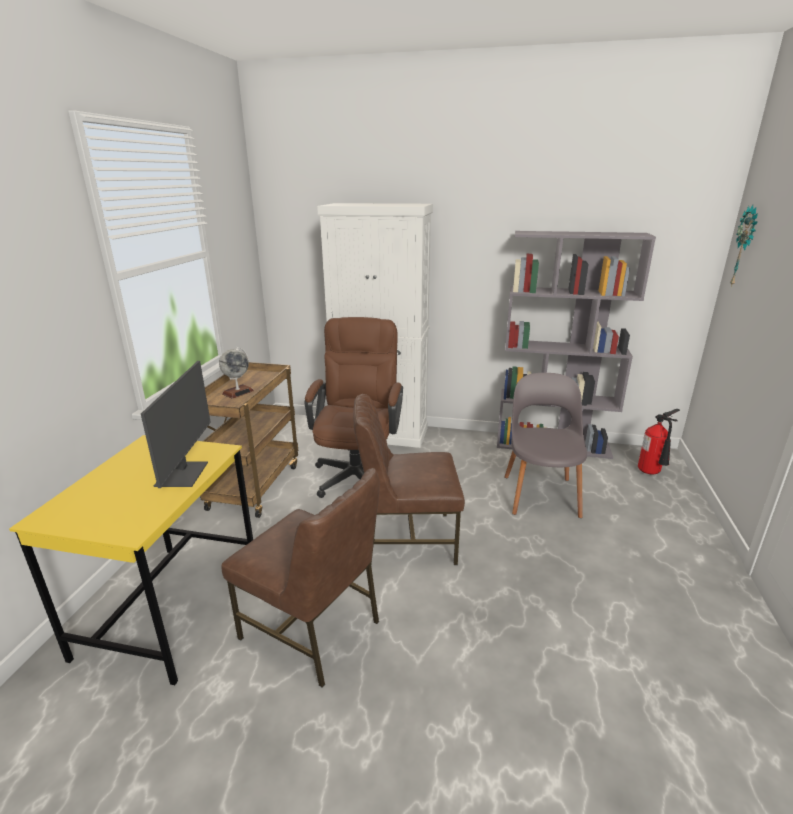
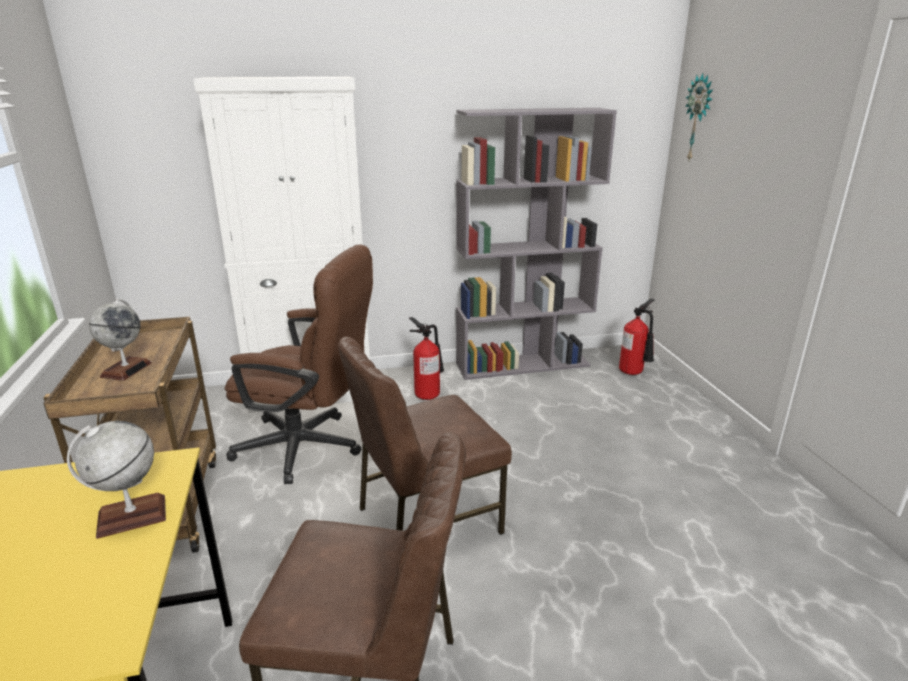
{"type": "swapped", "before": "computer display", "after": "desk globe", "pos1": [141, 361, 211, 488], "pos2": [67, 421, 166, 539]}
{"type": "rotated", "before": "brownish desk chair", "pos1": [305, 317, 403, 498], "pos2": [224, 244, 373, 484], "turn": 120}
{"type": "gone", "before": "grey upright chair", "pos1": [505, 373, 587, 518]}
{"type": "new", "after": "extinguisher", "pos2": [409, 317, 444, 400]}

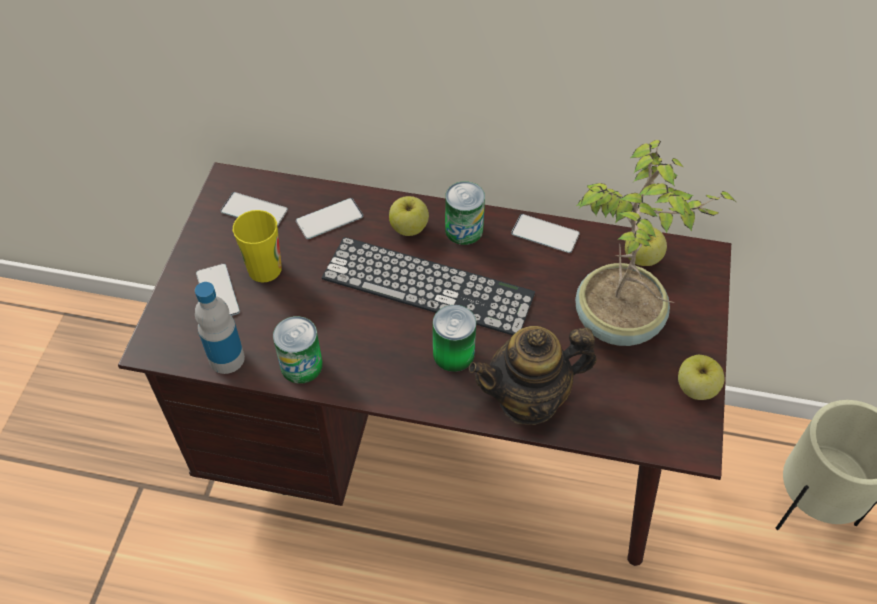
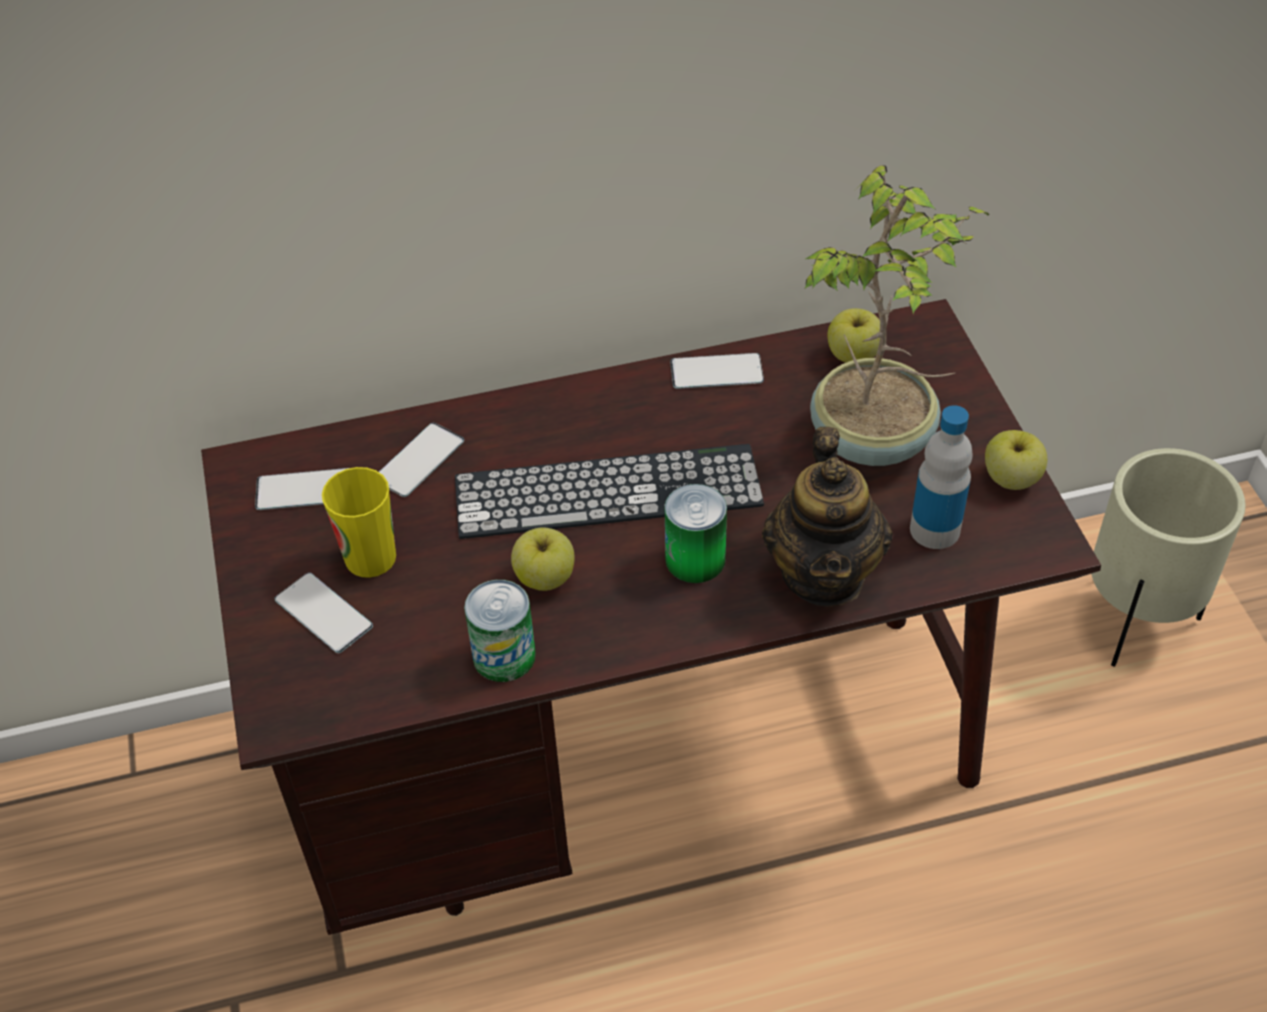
{"type": "shifted", "before": "drink bottle", "pos1": [195, 282, 245, 374], "pos2": [910, 405, 973, 549]}
{"type": "shifted", "before": "apple", "pos1": [389, 196, 429, 236], "pos2": [511, 527, 575, 591]}
{"type": "gone", "before": "metal can", "pos1": [445, 181, 485, 245]}
{"type": "rotated", "before": "tea pot", "pos1": [469, 326, 597, 425], "pos2": [762, 427, 893, 607], "turn": -45}

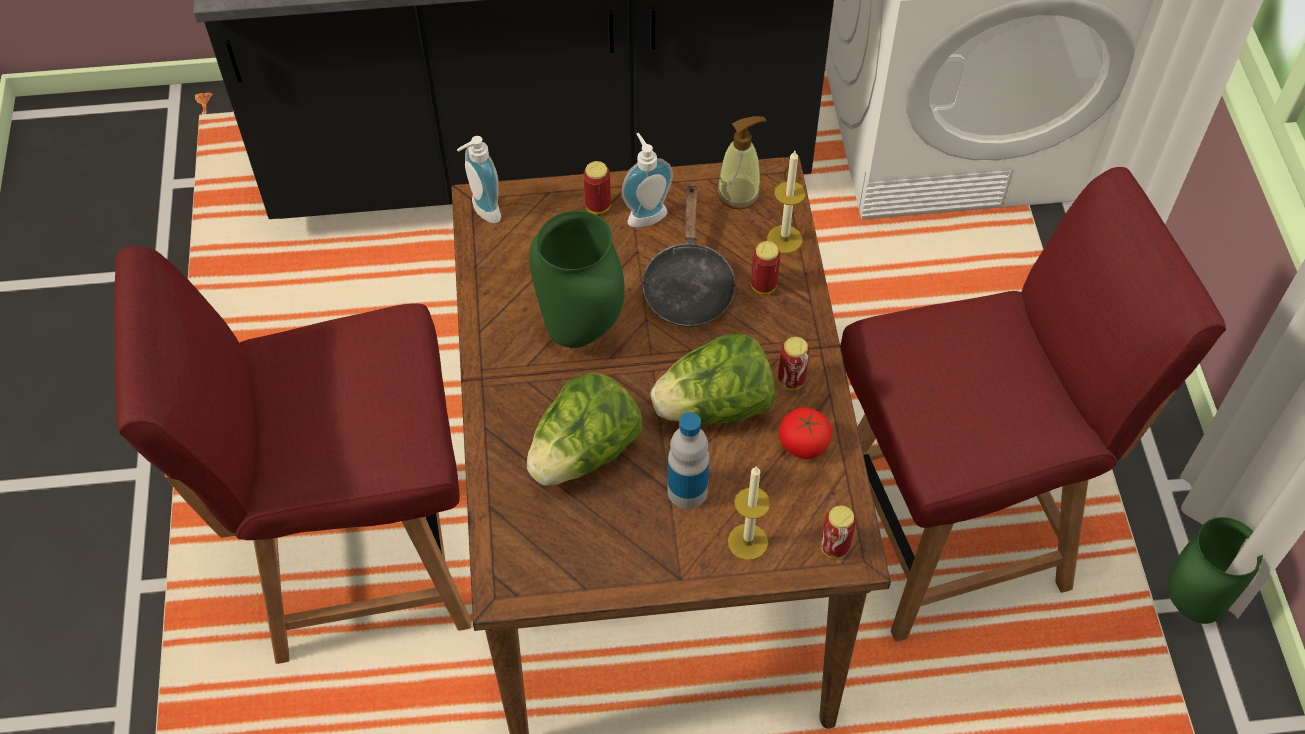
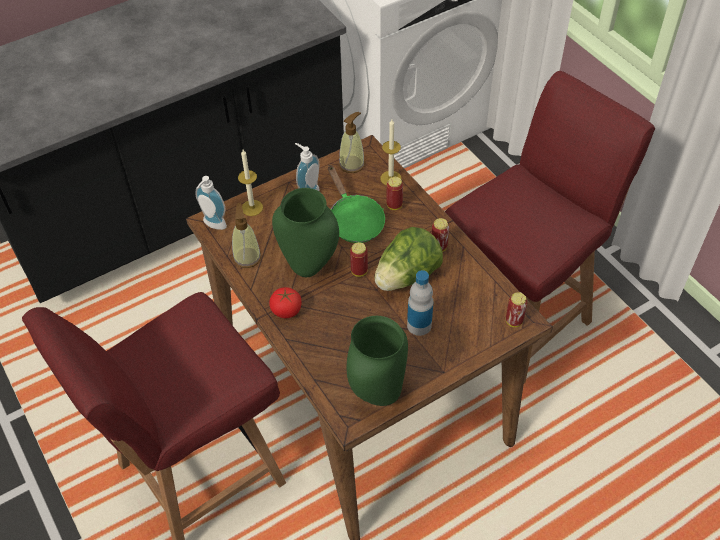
{"type": "gone", "before": "lettuce", "pos1": [527, 373, 642, 486]}
{"type": "shifted", "before": "metal can", "pos1": [583, 161, 611, 214], "pos2": [350, 242, 368, 277]}
{"type": "repainted", "before": "black frying pan", "after": "greenish frying pan", "pos1": [640, 184, 738, 327], "pos2": [328, 166, 385, 243]}
{"type": "shifted", "before": "wax light", "pos1": [728, 466, 770, 560], "pos2": [238, 150, 263, 216]}
{"type": "shifted", "before": "tomato", "pos1": [779, 408, 832, 459], "pos2": [269, 287, 301, 318]}
{"type": "shifted", "before": "greenish vase", "pos1": [1167, 517, 1263, 624], "pos2": [347, 316, 408, 406]}
{"type": "new", "after": "soap dispenser", "pos2": [232, 203, 261, 268]}

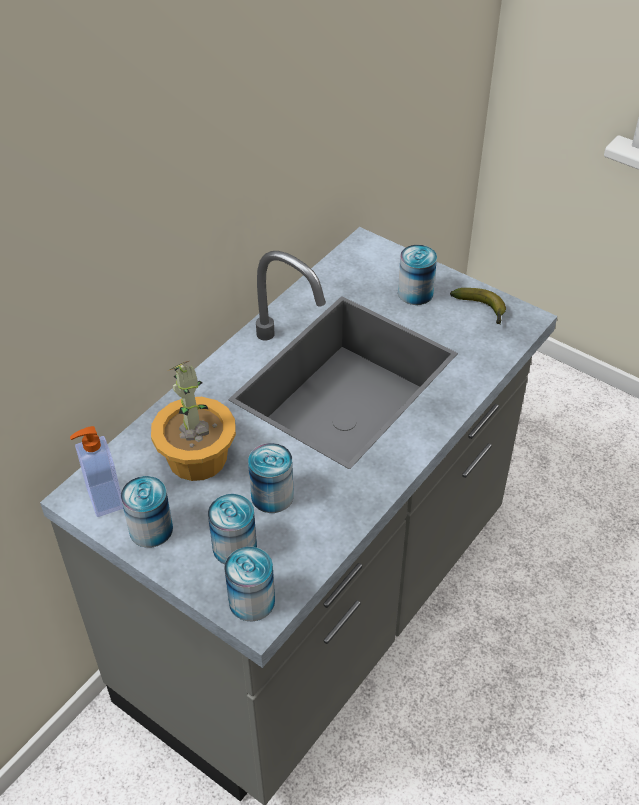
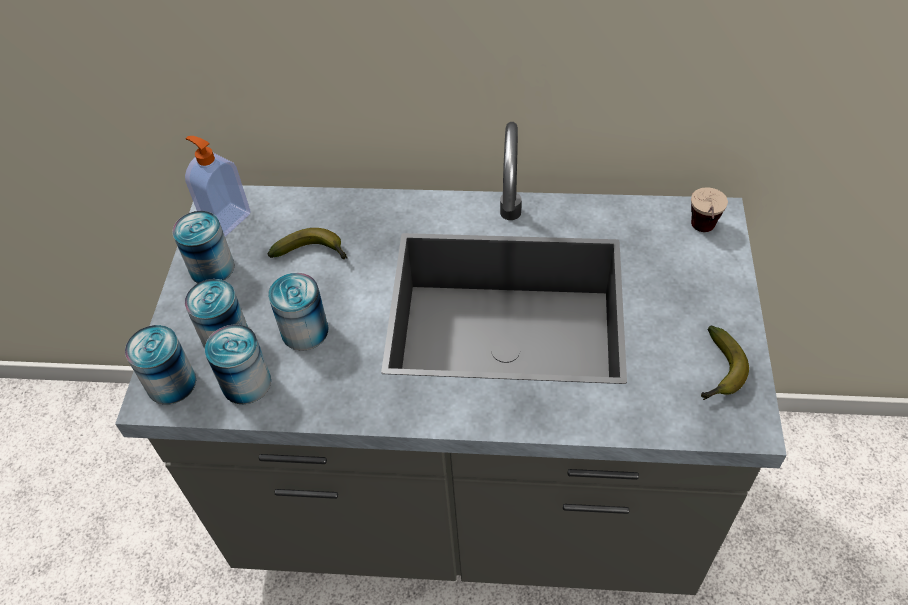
{"type": "swapped", "before": "potted plant", "after": "banana", "pos1": [151, 361, 236, 481], "pos2": [268, 228, 347, 259]}
{"type": "shifted", "before": "metal can", "pos1": [398, 245, 437, 305], "pos2": [205, 324, 271, 404]}
{"type": "new", "after": "drinking cup", "pos2": [691, 187, 728, 232]}

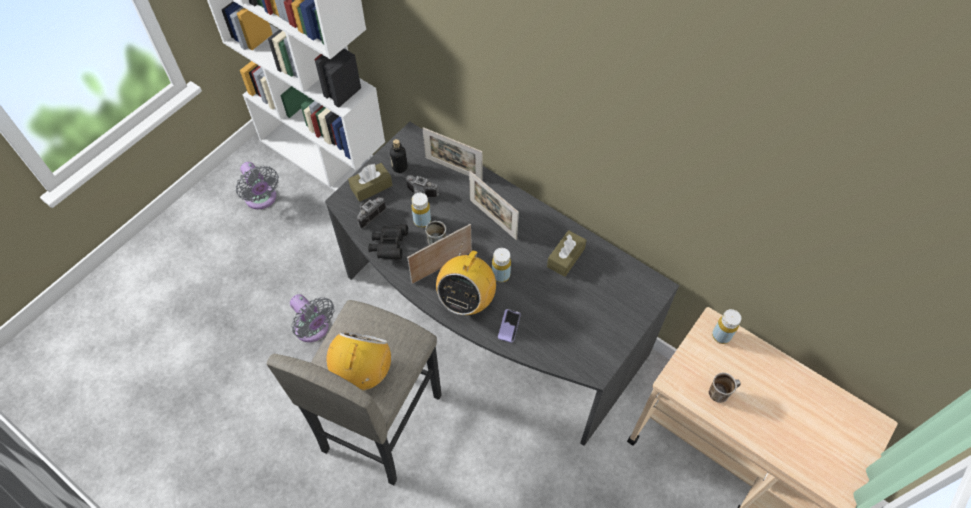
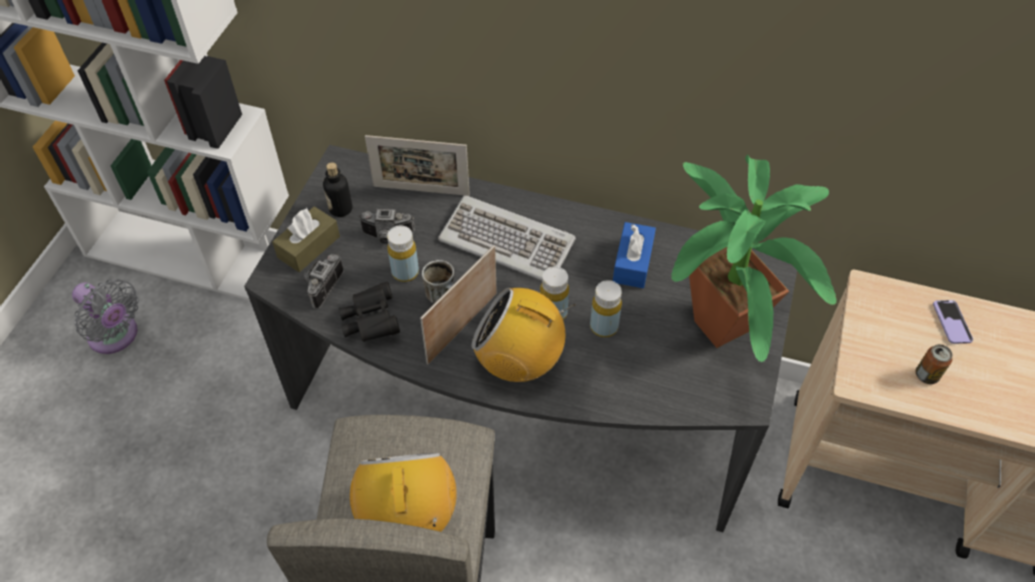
{"type": "gone", "before": "grey cooling fan", "pos1": [290, 294, 334, 342]}
{"type": "rotated", "before": "radio", "pos1": [436, 242, 496, 315], "pos2": [472, 288, 575, 382], "turn": 105}
{"type": "swapped", "before": "standing frame", "after": "computer keyboard", "pos1": [469, 171, 519, 240], "pos2": [438, 195, 576, 280]}
{"type": "shifted", "before": "phone", "pos1": [498, 309, 521, 343], "pos2": [933, 300, 973, 344]}
{"type": "repainted", "before": "brownish tissue box", "after": "bluish tissue box", "pos1": [547, 230, 587, 277], "pos2": [613, 222, 656, 288]}
{"type": "swapped", "before": "tea mug", "after": "metal can", "pos1": [709, 373, 741, 403], "pos2": [916, 344, 953, 384]}
{"type": "shifted", "before": "yellow drink bottle", "pos1": [712, 309, 741, 344], "pos2": [590, 280, 622, 337]}
{"type": "new", "after": "potted plant", "pos2": [671, 154, 837, 362]}

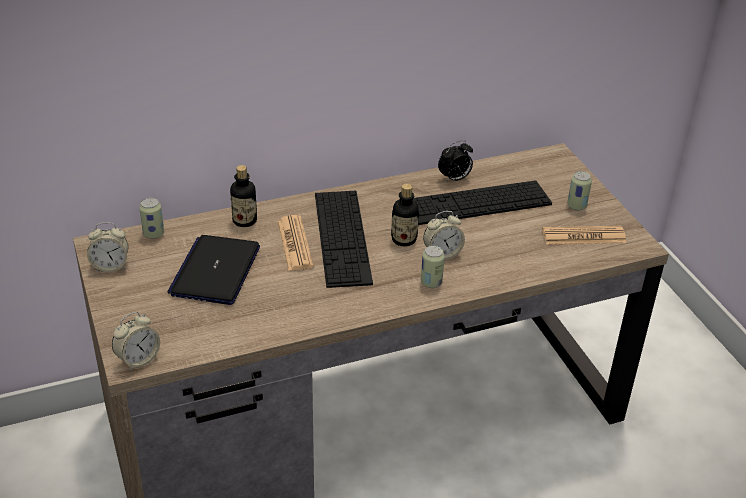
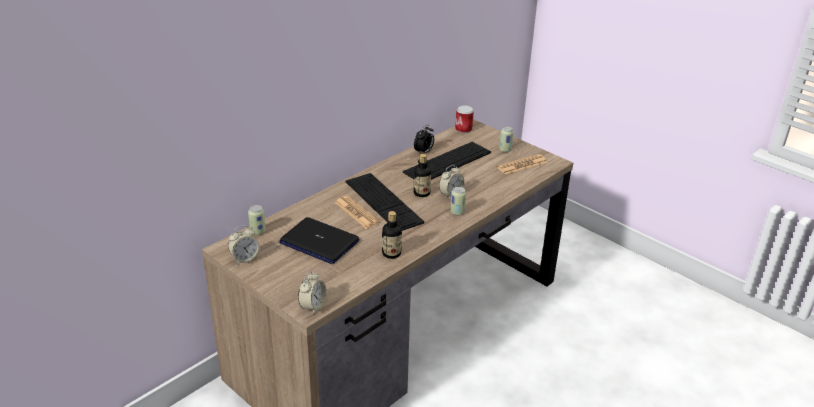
{"type": "rotated", "before": "notebook computer", "pos1": [167, 235, 260, 305], "pos2": [279, 217, 359, 264], "turn": -45}
{"type": "shifted", "before": "drink bottle", "pos1": [230, 165, 257, 227], "pos2": [382, 211, 402, 259]}
{"type": "new", "after": "metal can", "pos2": [455, 105, 474, 133]}

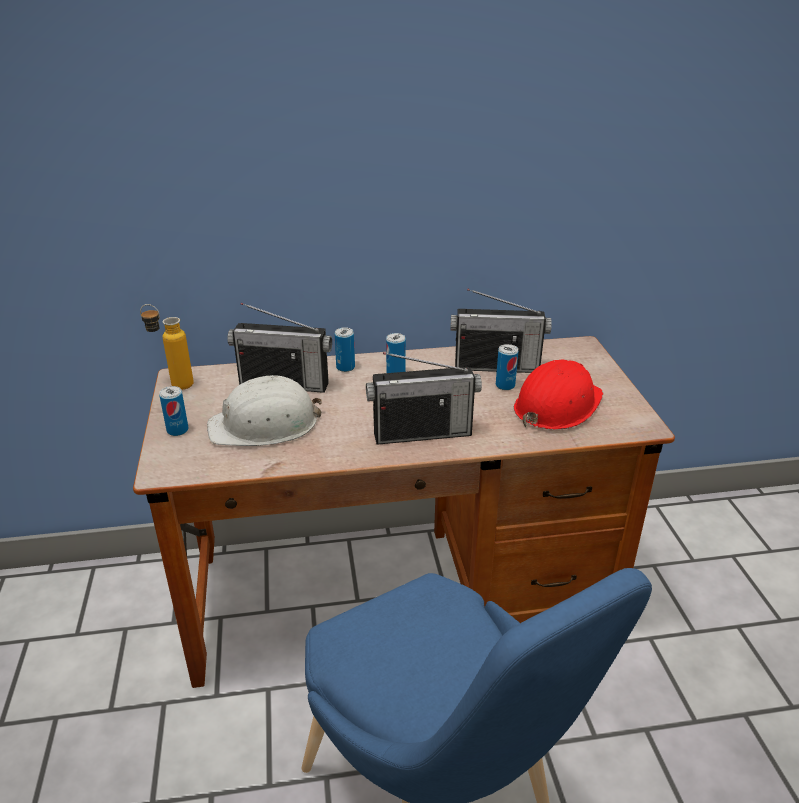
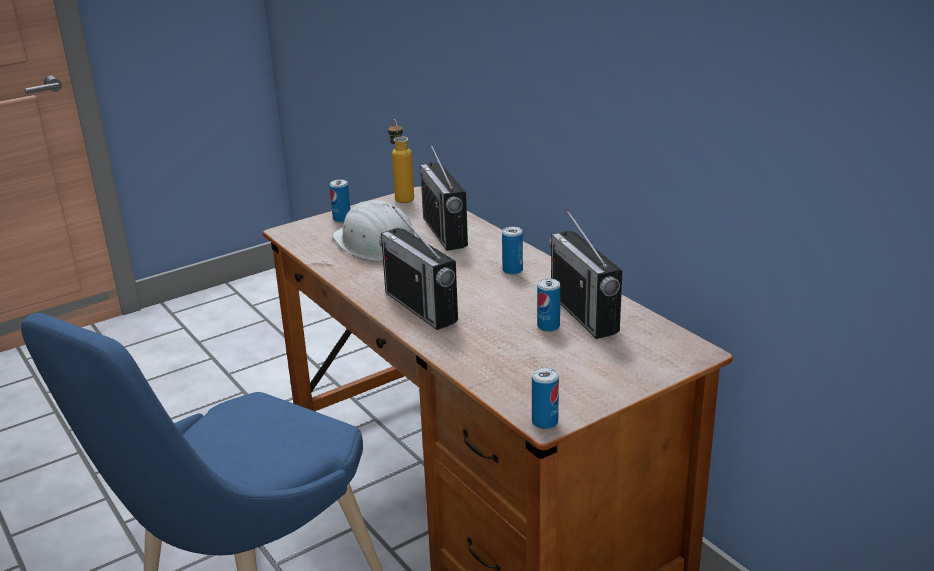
{"type": "shifted", "before": "metal can", "pos1": [335, 327, 355, 372], "pos2": [532, 367, 559, 429]}
{"type": "gone", "before": "red-coloured safety helmet", "pos1": [514, 360, 603, 430]}

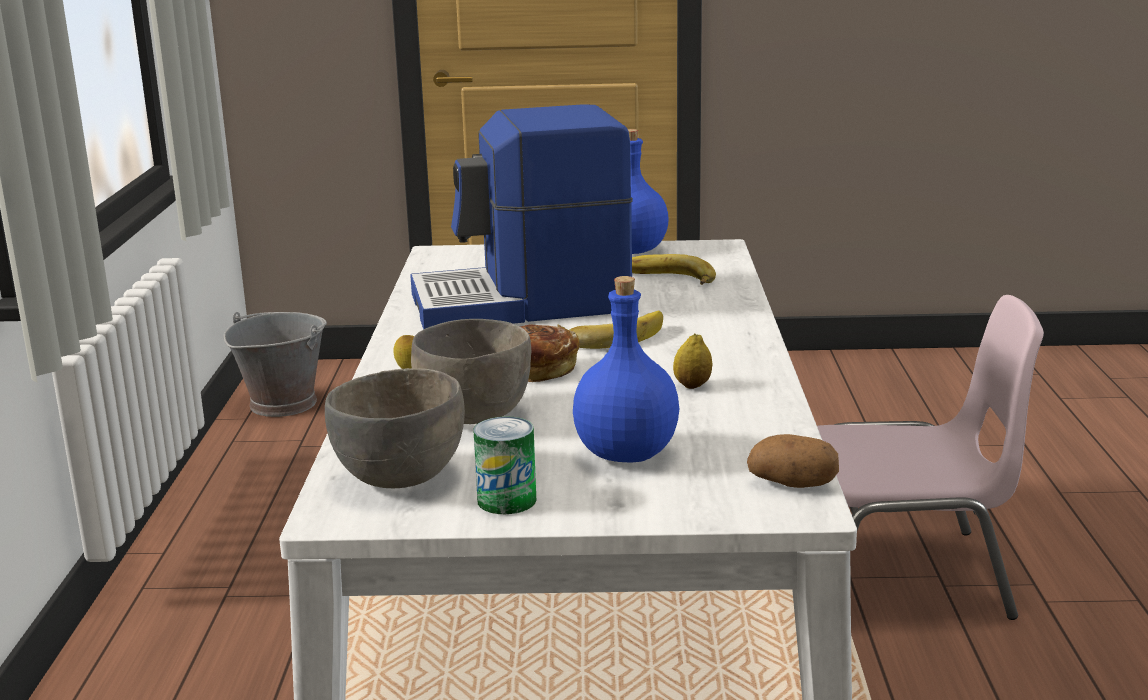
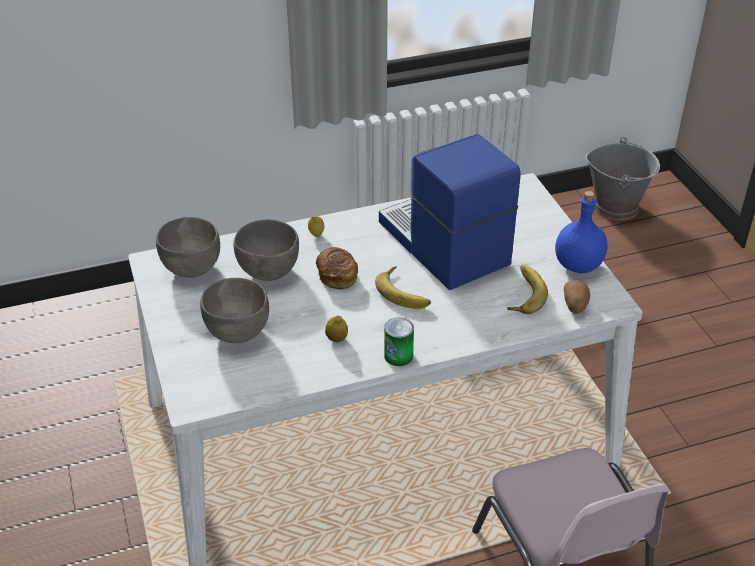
{"type": "shifted", "before": "metal can", "pos1": [473, 416, 536, 514], "pos2": [384, 317, 414, 366]}
{"type": "swapped", "before": "bluish drink bottle", "after": "grey bowl", "pos1": [573, 276, 679, 463], "pos2": [200, 278, 269, 343]}
{"type": "shifted", "before": "spud", "pos1": [747, 434, 839, 488], "pos2": [564, 280, 590, 314]}

